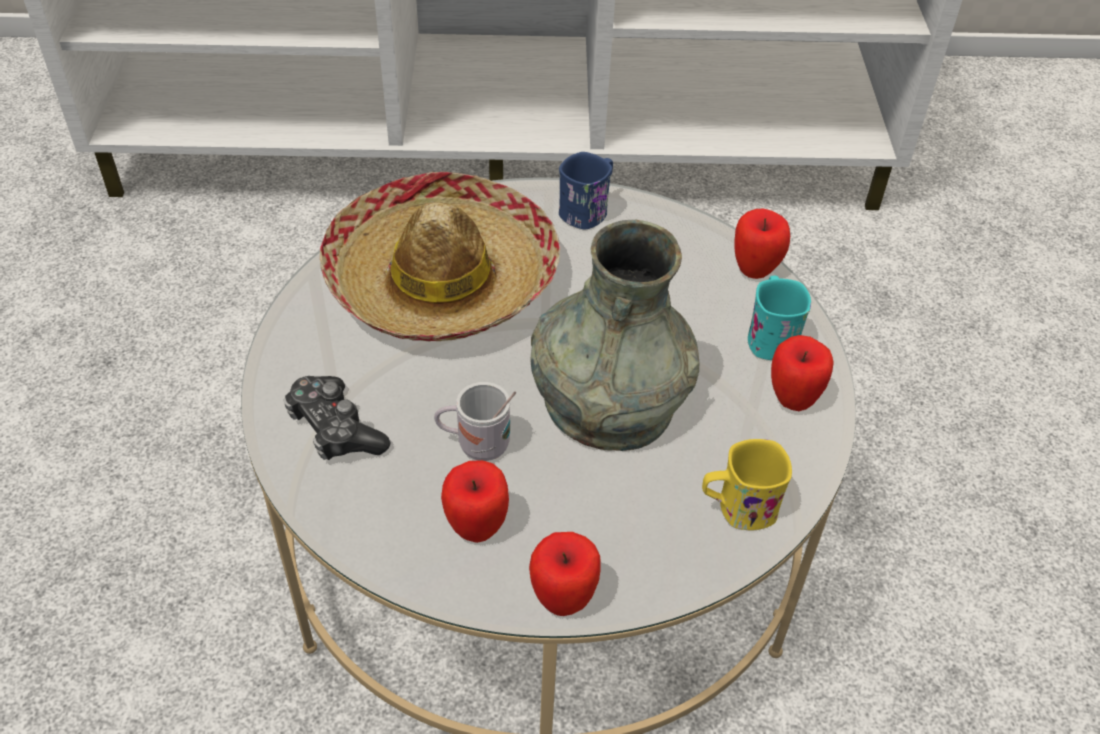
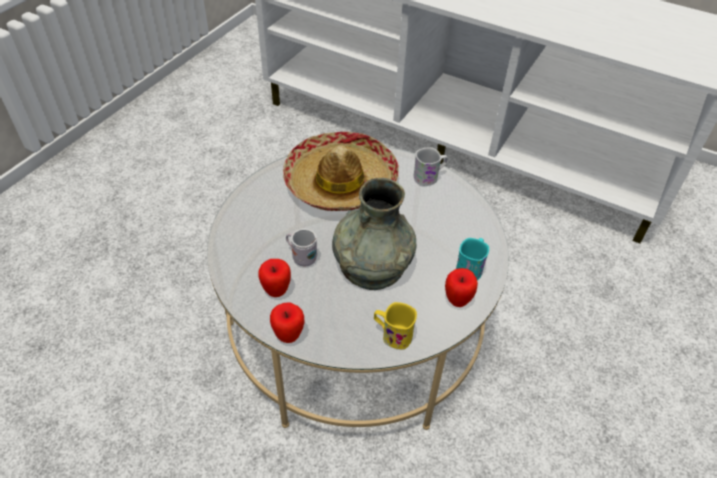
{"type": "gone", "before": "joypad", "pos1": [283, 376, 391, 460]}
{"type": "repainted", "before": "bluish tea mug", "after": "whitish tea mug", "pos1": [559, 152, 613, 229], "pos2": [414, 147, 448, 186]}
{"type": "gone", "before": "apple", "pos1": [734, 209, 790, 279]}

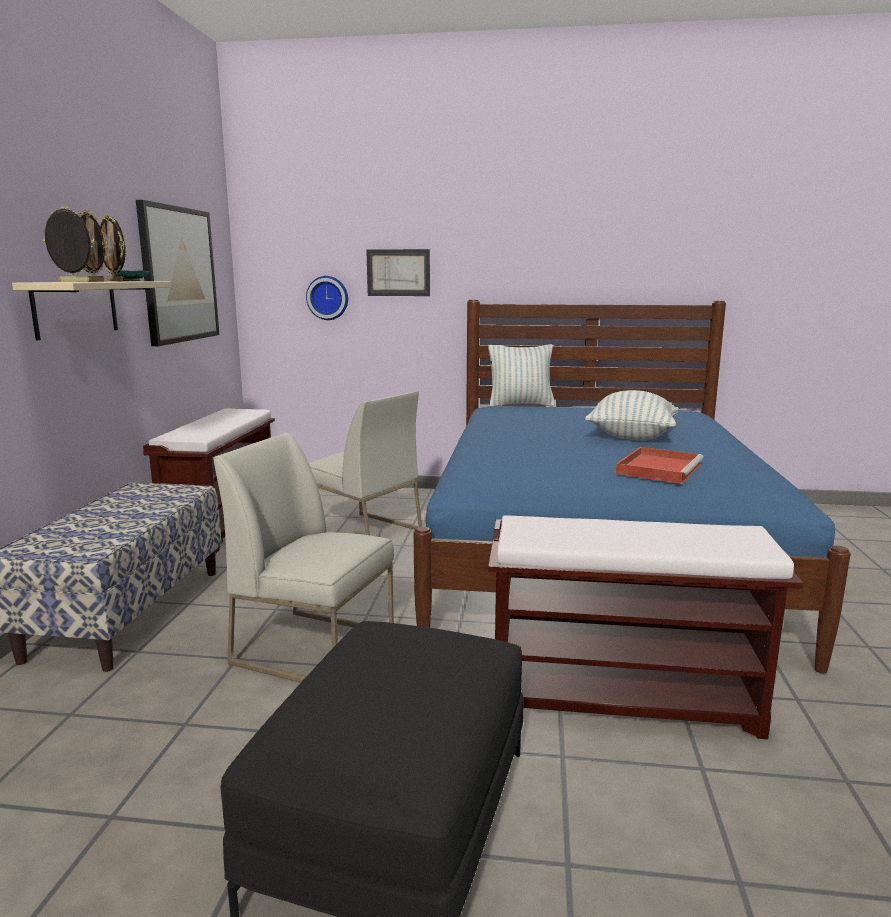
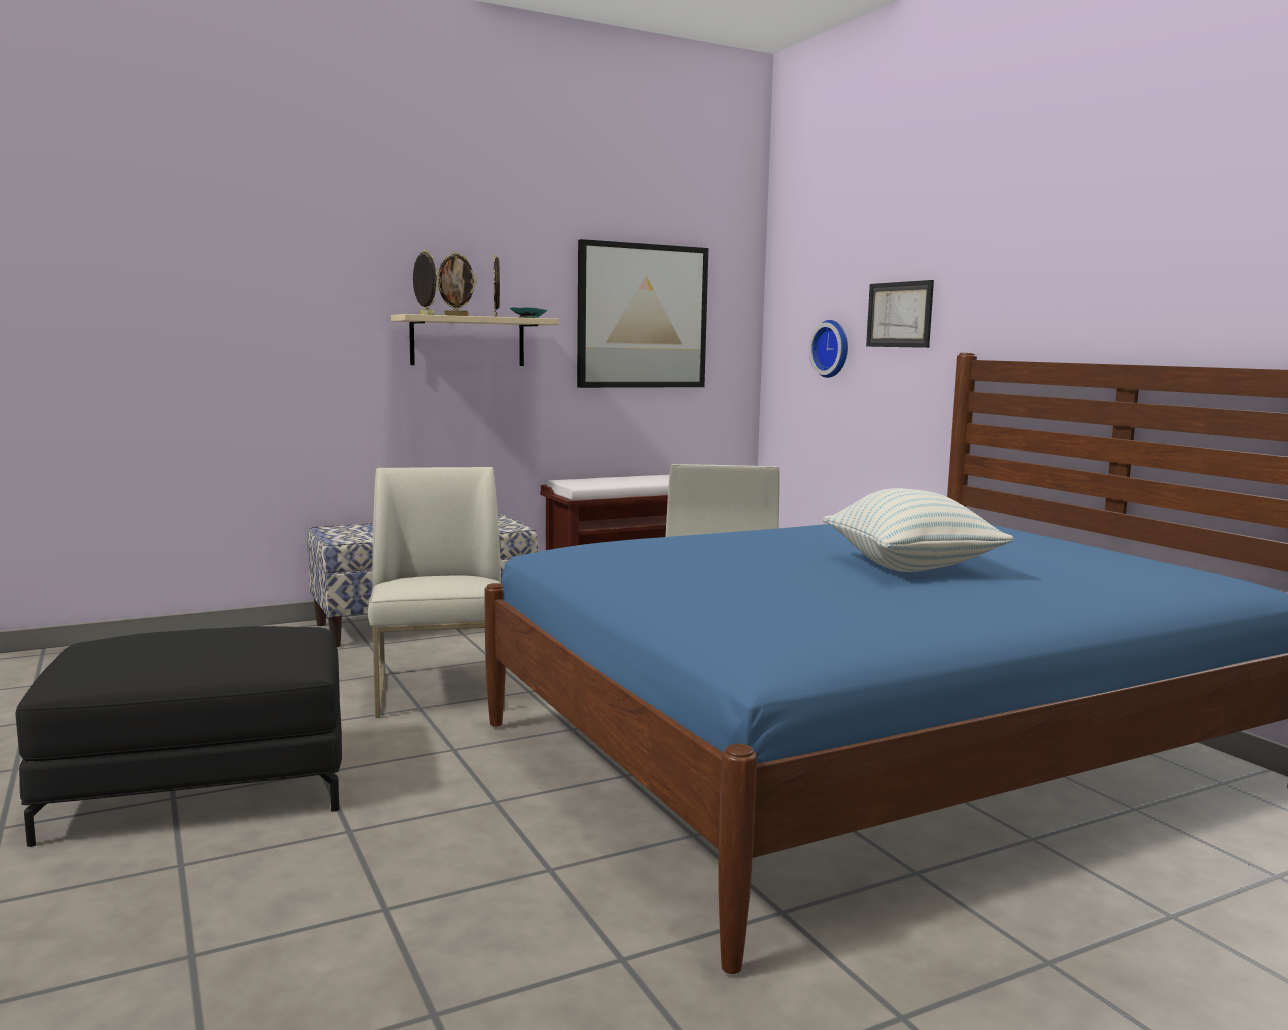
{"type": "gone", "before": "cushion", "pos1": [488, 344, 555, 407]}
{"type": "gone", "before": "brownish long seat", "pos1": [488, 515, 804, 739]}
{"type": "gone", "before": "red-coloured tray", "pos1": [616, 447, 704, 484]}

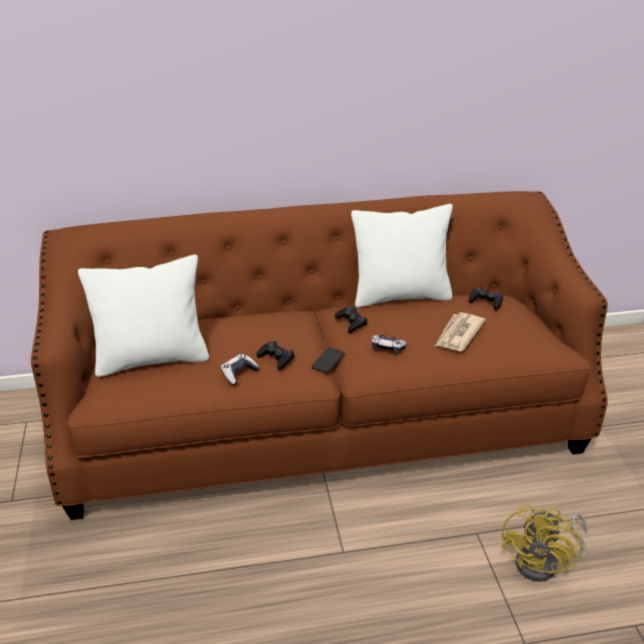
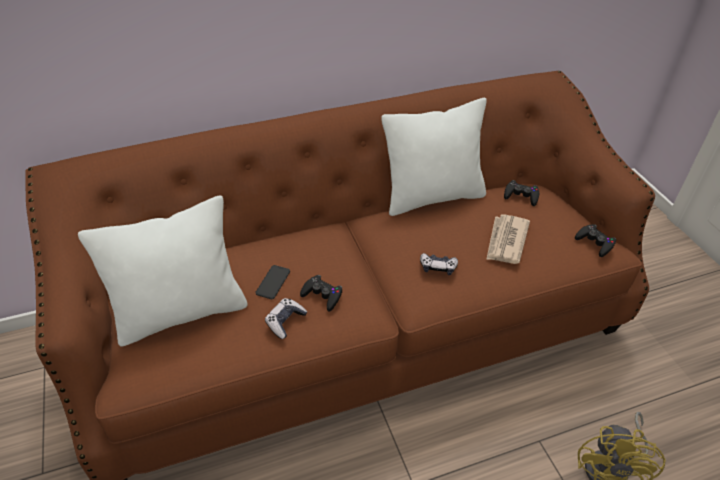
{"type": "shifted", "before": "phone", "pos1": [312, 348, 344, 373], "pos2": [256, 265, 290, 299]}
{"type": "shifted", "before": "black joypad", "pos1": [335, 307, 368, 333], "pos2": [575, 224, 616, 257]}

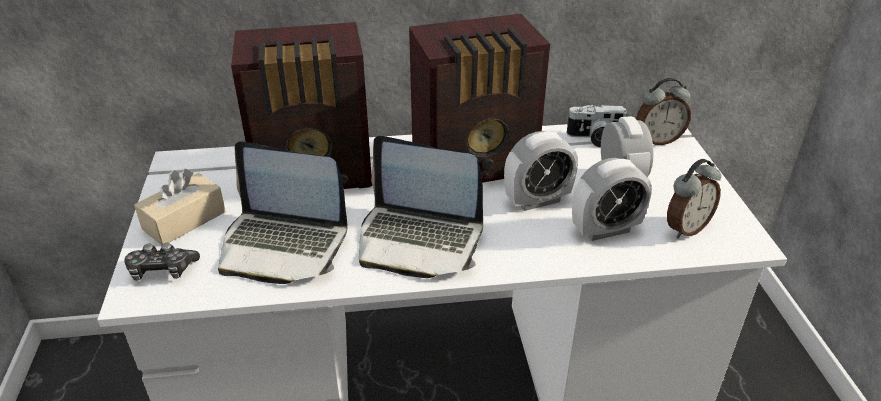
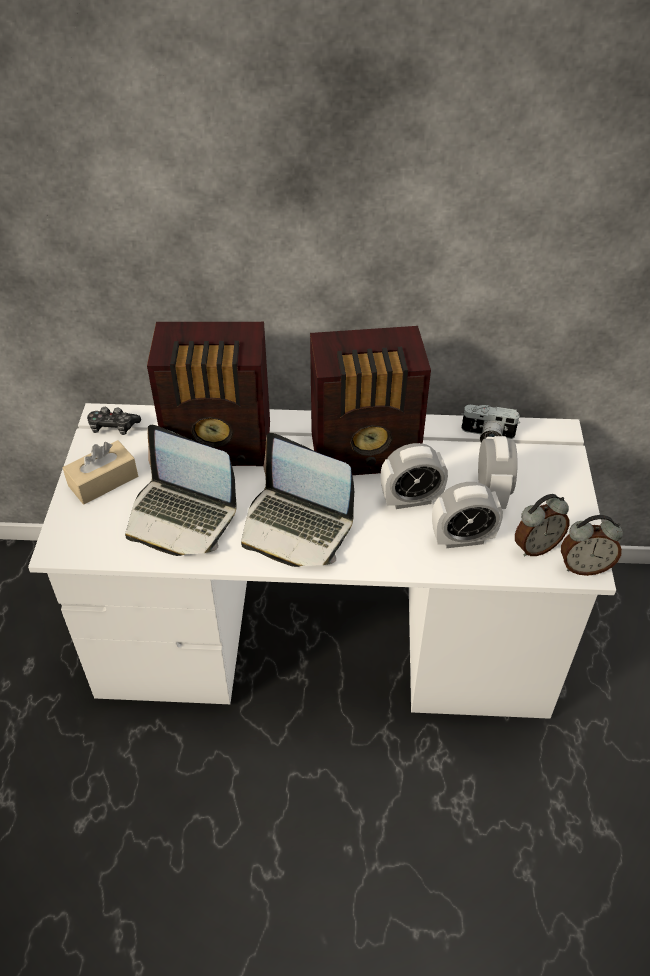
{"type": "shifted", "before": "joypad", "pos1": [124, 243, 200, 281], "pos2": [87, 407, 141, 435]}
{"type": "shifted", "before": "bedside clock", "pos1": [636, 78, 691, 145], "pos2": [561, 515, 623, 576]}

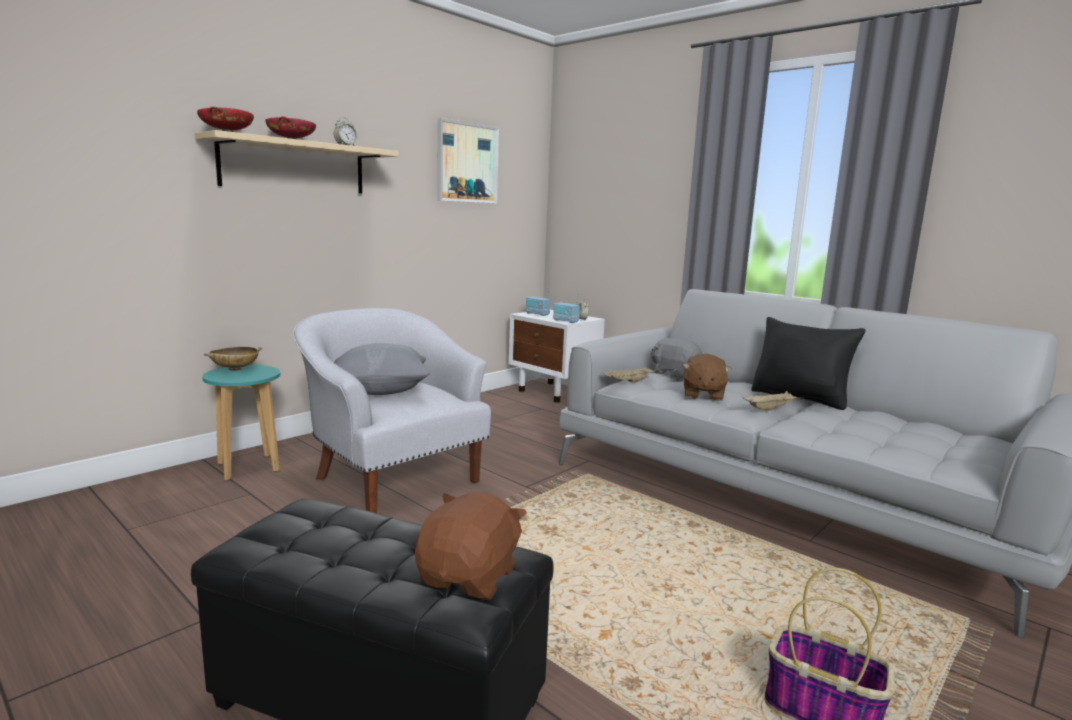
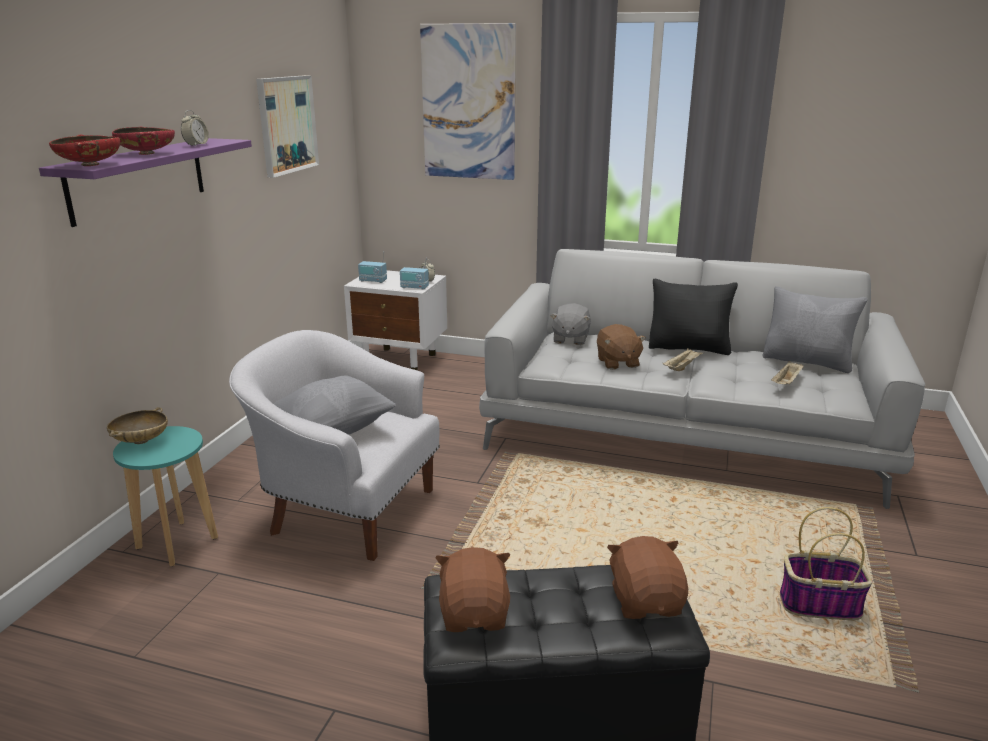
{"type": "repainted", "before": "beige wall shelf", "after": "purplish wall shelf", "pos1": [194, 130, 399, 194], "pos2": [39, 138, 252, 227]}
{"type": "shifted", "before": "beige tray", "pos1": [602, 367, 655, 382], "pos2": [771, 361, 804, 385]}
{"type": "rotated", "before": "grey soft toy", "pos1": [651, 338, 702, 378], "pos2": [550, 303, 591, 345], "turn": -90}
{"type": "new", "after": "picture", "pos2": [420, 23, 516, 180]}
{"type": "new", "after": "brownish soft toy", "pos2": [435, 547, 510, 632]}
{"type": "new", "after": "grey cushion", "pos2": [762, 286, 867, 373]}

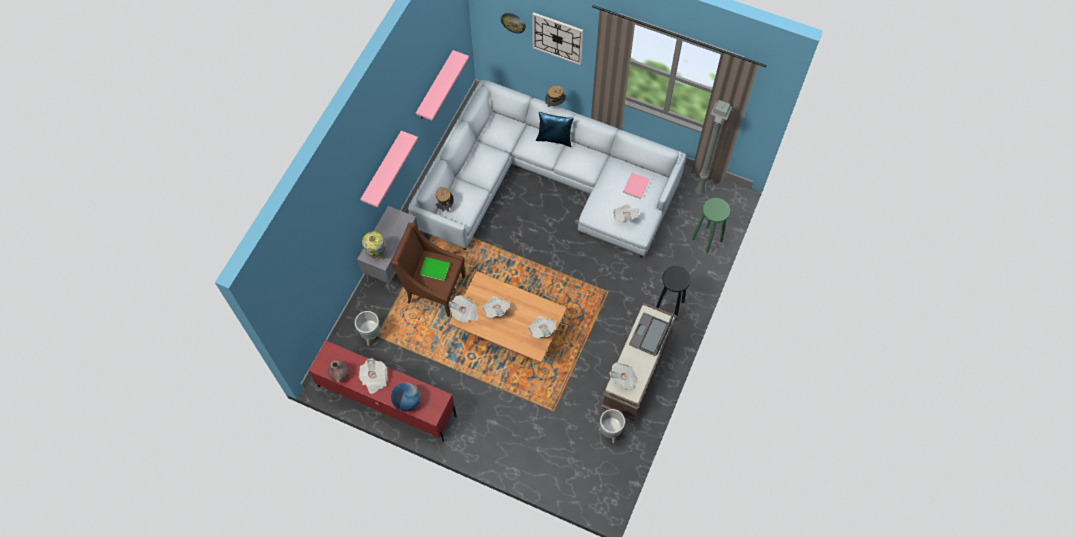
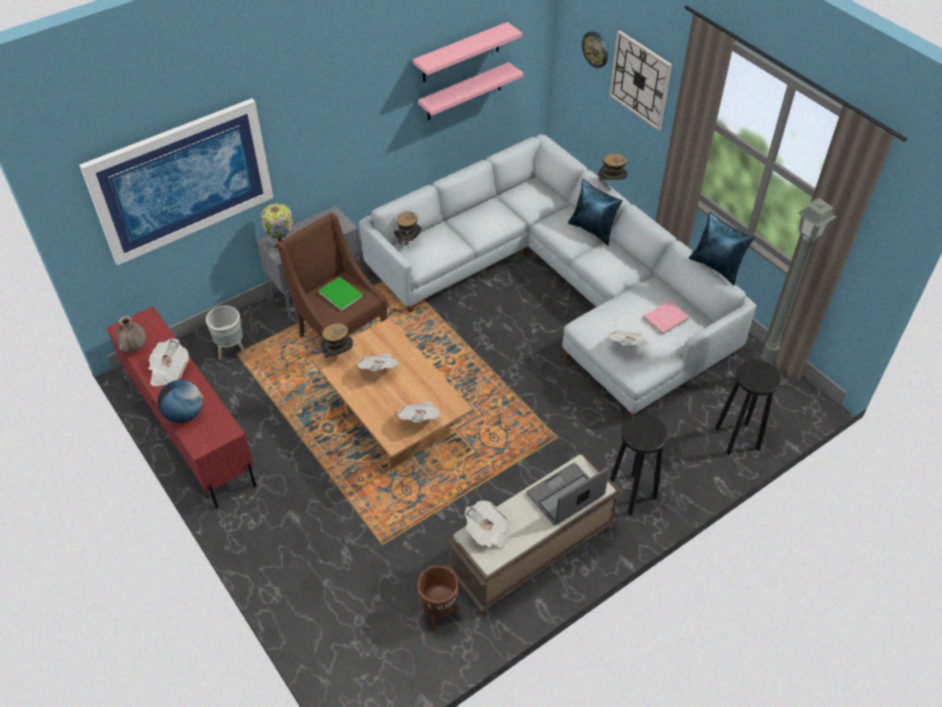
{"type": "shifted", "before": "pinkish wall shelf", "pos1": [360, 131, 418, 207], "pos2": [413, 22, 522, 82]}
{"type": "swapped", "before": "daily paper", "after": "wearable hat", "pos1": [449, 295, 478, 323], "pos2": [321, 323, 353, 365]}
{"type": "repainted", "before": "grey flower pot", "after": "brownish flower pot", "pos1": [599, 409, 625, 444], "pos2": [417, 566, 459, 631]}
{"type": "repainted", "before": "greenish stool", "after": "black stool", "pos1": [692, 198, 730, 254], "pos2": [715, 359, 781, 455]}
{"type": "new", "after": "picture", "pos2": [79, 98, 274, 265]}
{"type": "new", "after": "bluish cushion", "pos2": [689, 212, 755, 285]}

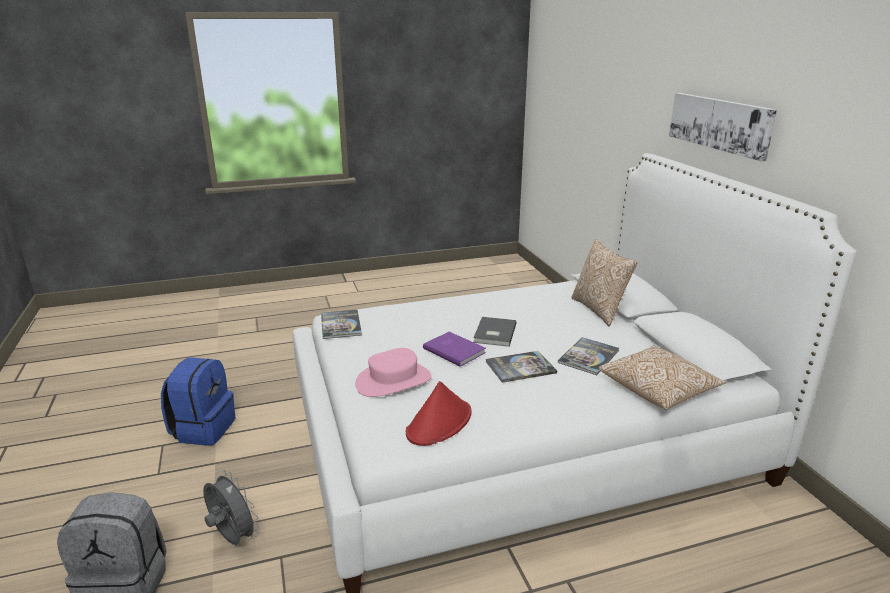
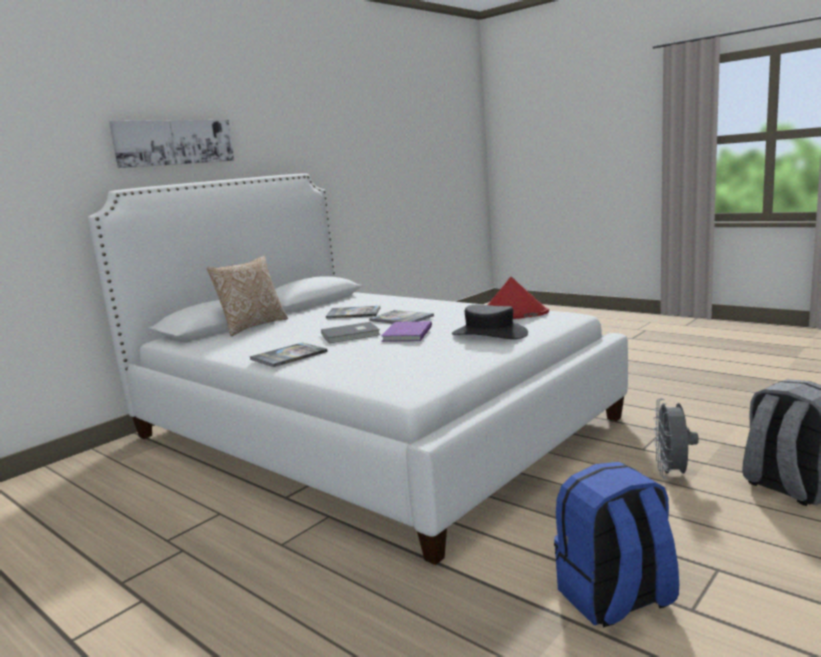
{"type": "shifted", "before": "book", "pos1": [321, 310, 362, 339], "pos2": [250, 343, 328, 367]}
{"type": "repainted", "before": "pinkish wearable hat", "after": "black wearable hat", "pos1": [355, 348, 431, 397], "pos2": [452, 305, 528, 339]}
{"type": "gone", "before": "cushion", "pos1": [598, 346, 725, 410]}

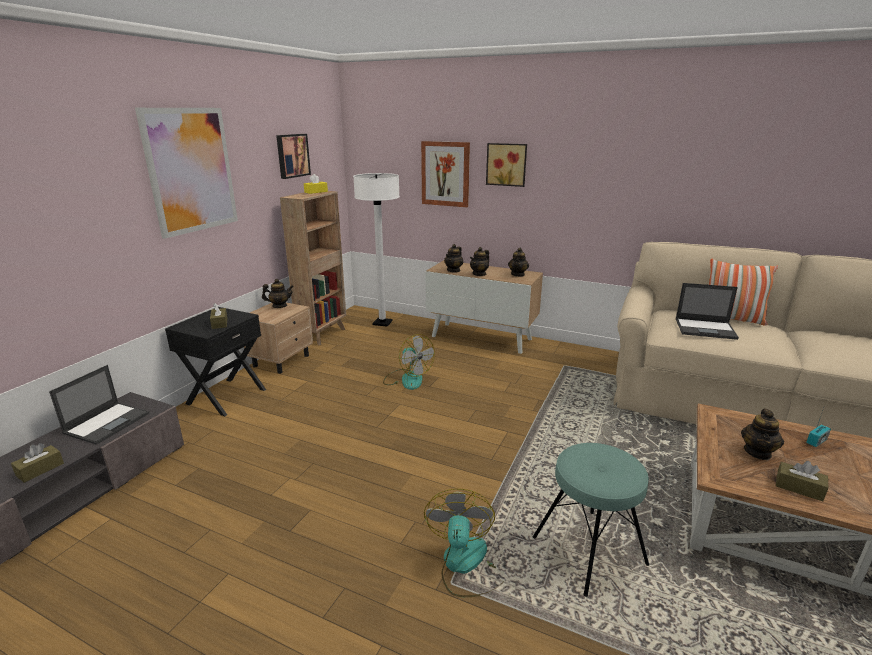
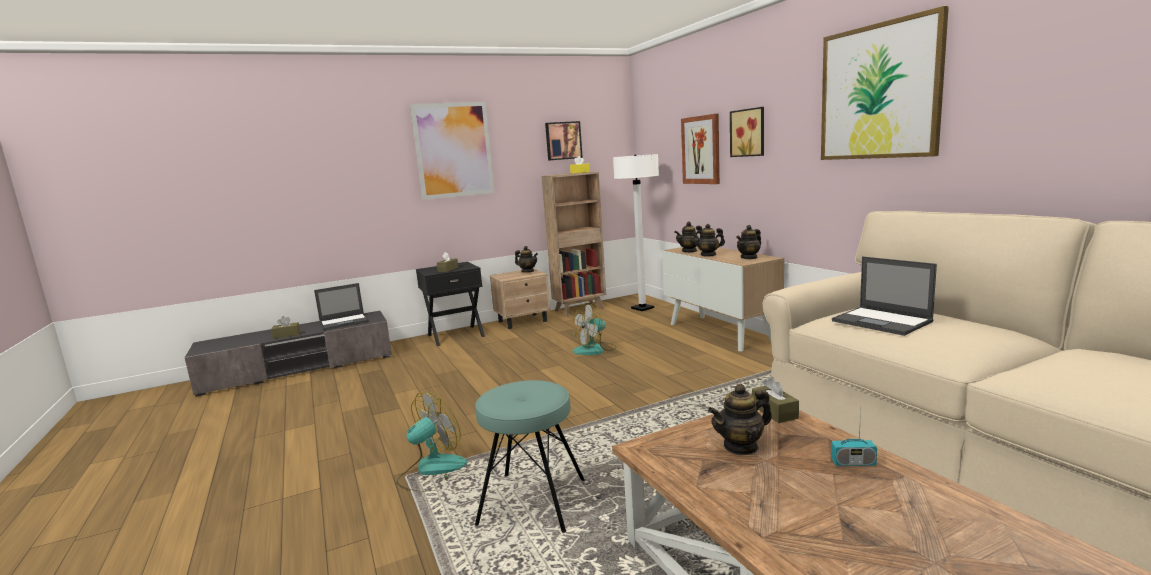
{"type": "rotated", "before": "cooling fan", "pos1": [383, 334, 435, 390], "pos2": [572, 303, 617, 355], "turn": 60}
{"type": "gone", "before": "cushion", "pos1": [709, 259, 778, 326]}
{"type": "shifted", "before": "brownish tissue box", "pos1": [776, 461, 828, 501], "pos2": [752, 377, 799, 423]}
{"type": "new", "after": "picture", "pos2": [821, 6, 949, 160]}

